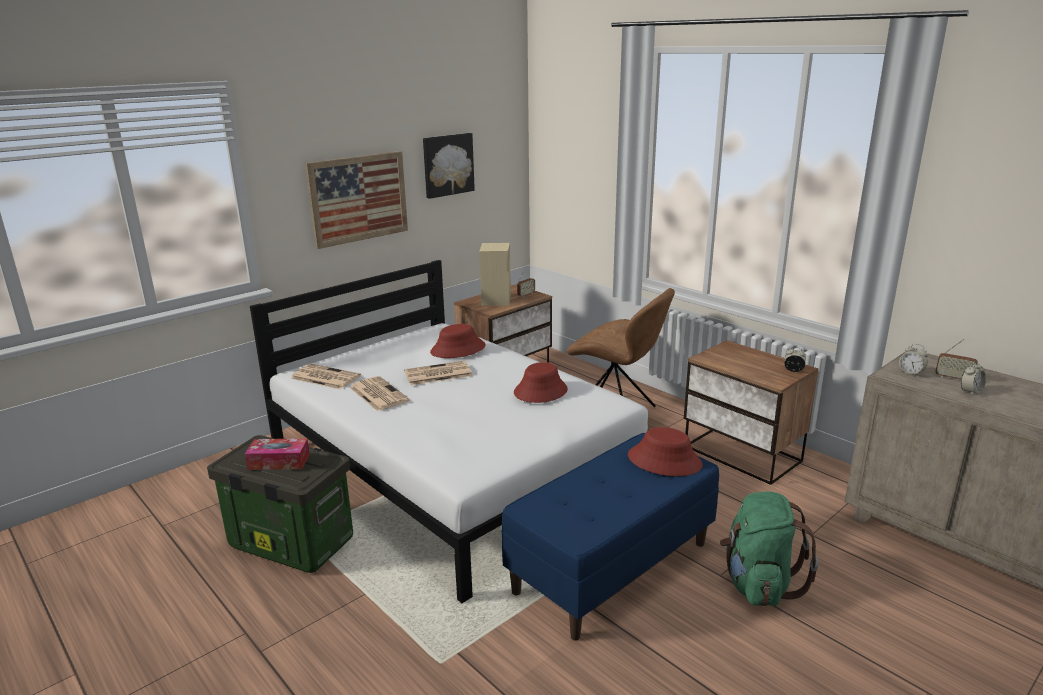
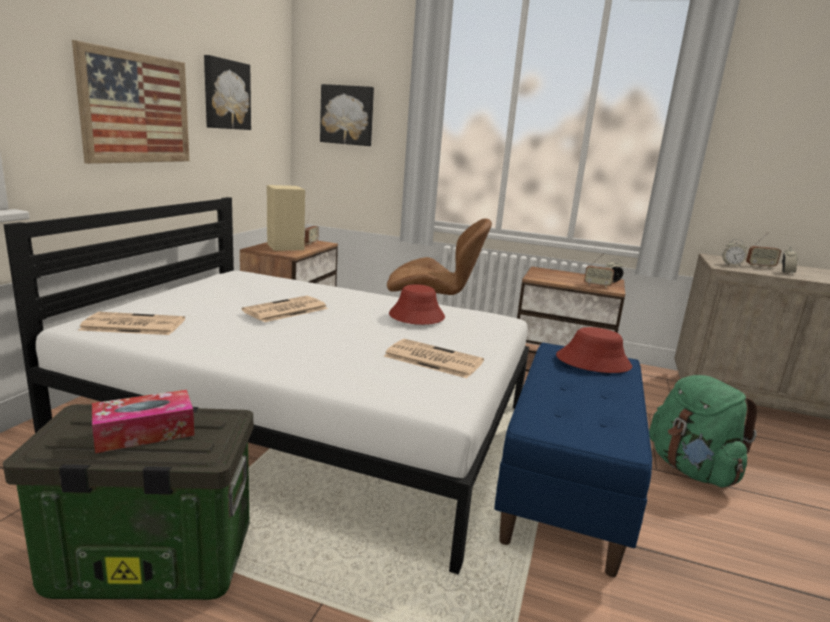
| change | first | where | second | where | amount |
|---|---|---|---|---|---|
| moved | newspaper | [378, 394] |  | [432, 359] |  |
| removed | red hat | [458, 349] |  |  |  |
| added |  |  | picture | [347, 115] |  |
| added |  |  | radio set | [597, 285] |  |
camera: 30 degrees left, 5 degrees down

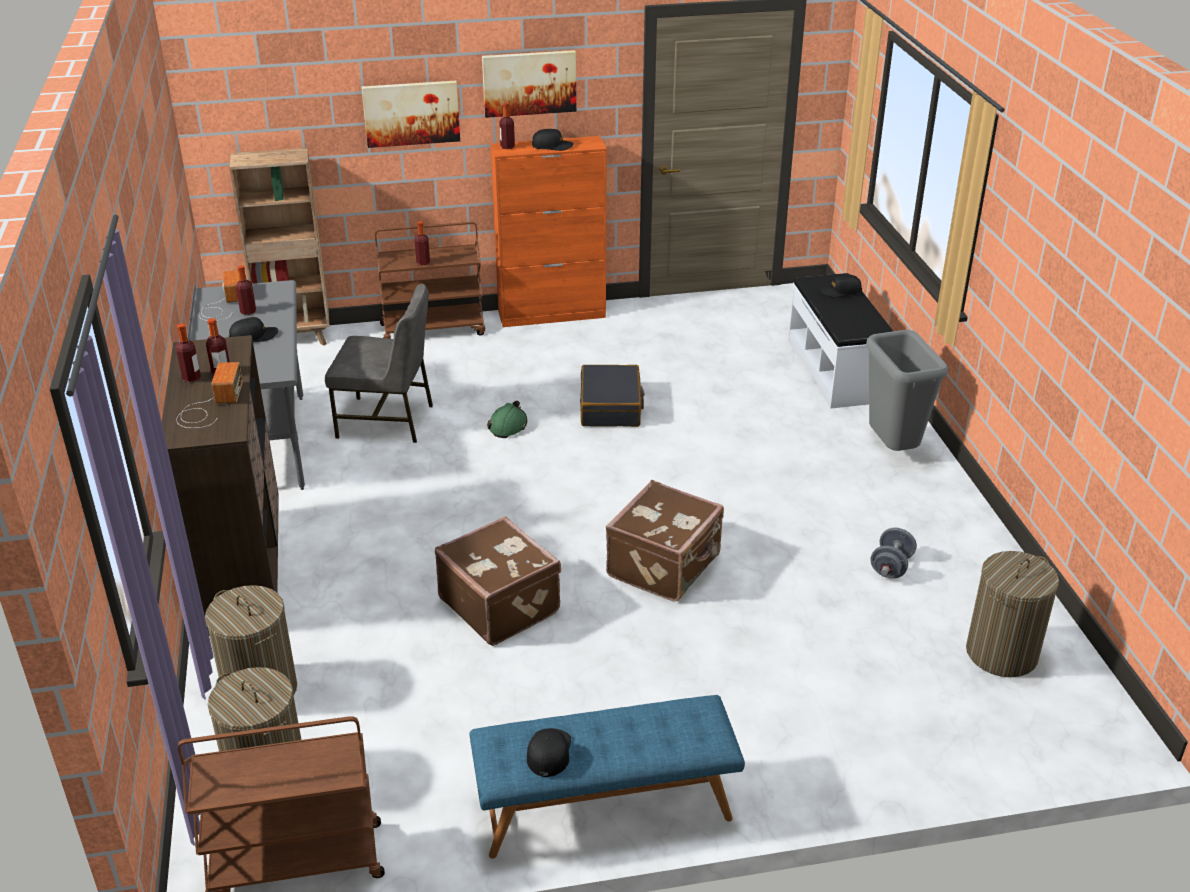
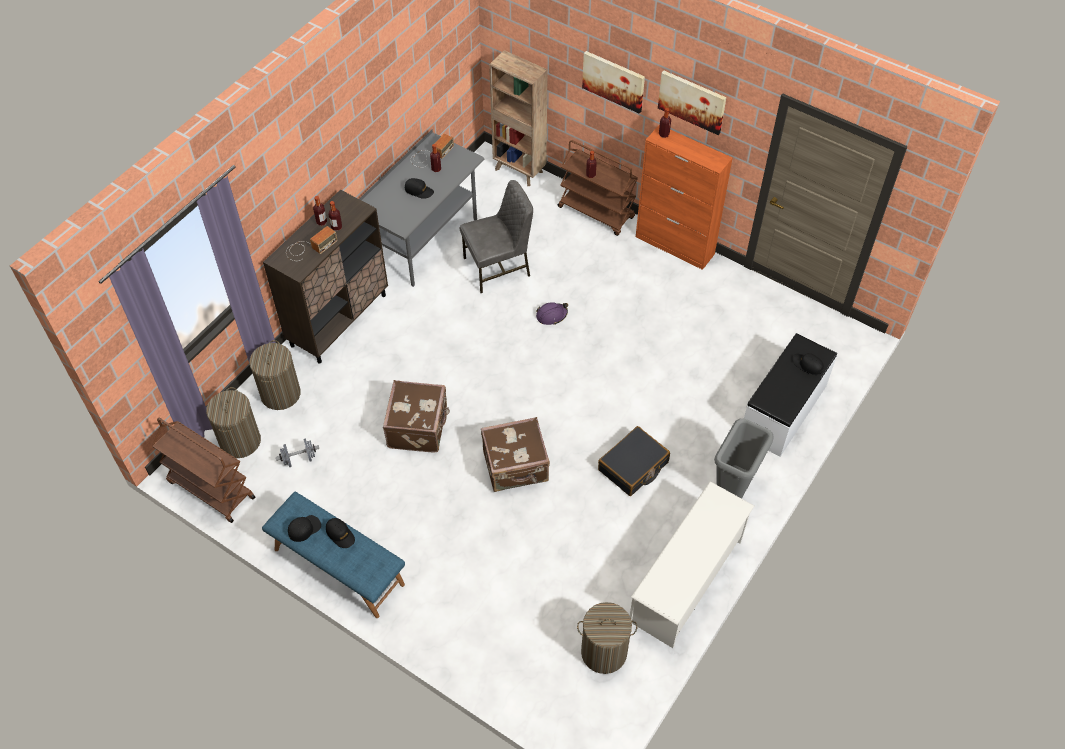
| change | first | where | second | where | amount |
|---|---|---|---|---|---|
| turned | greyish chair | [387, 421] |  | [498, 267] | 75 degrees counterclockwise |
| recoloured | green hard hat | [508, 426] | purple hard hat | [551, 315] |  |
| moved | blackish baseball cap | [552, 146] |  | [340, 534] |  |
| moved | blackish travel case | [611, 407] |  | [633, 466] |  |
| moved | greyish dumbbell | [891, 567] |  | [299, 459] |  |
| added |  |  | white shoe stand | [686, 581] |  |
camera: 45 degrees right, 20 degrees up

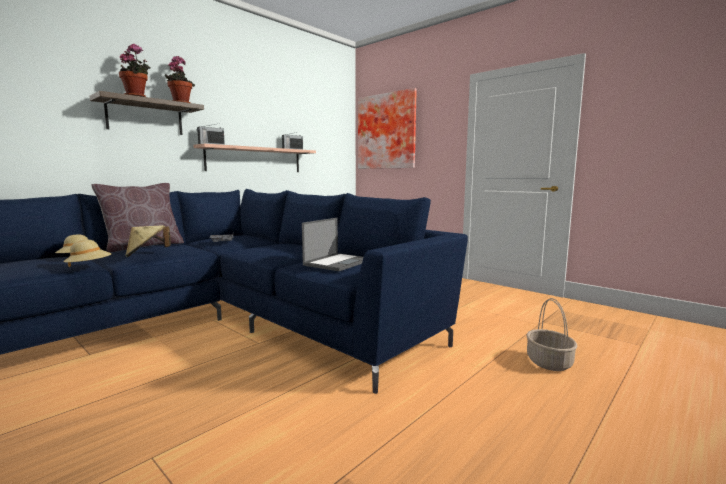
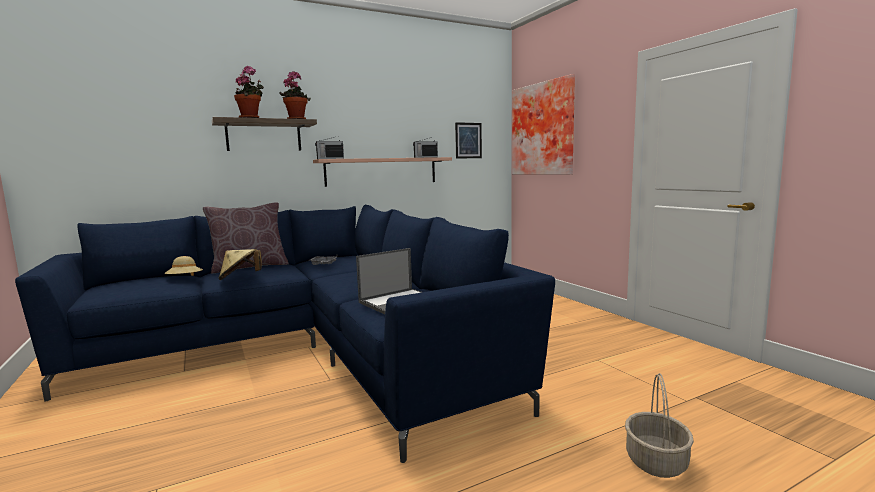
| change | first | where | second | where | amount |
|---|---|---|---|---|---|
| removed | beige hat | [89, 267] |  |  |  |
| added |  |  | picture | [468, 140] |  |
camera: 20 degrees right, 0 degrees up

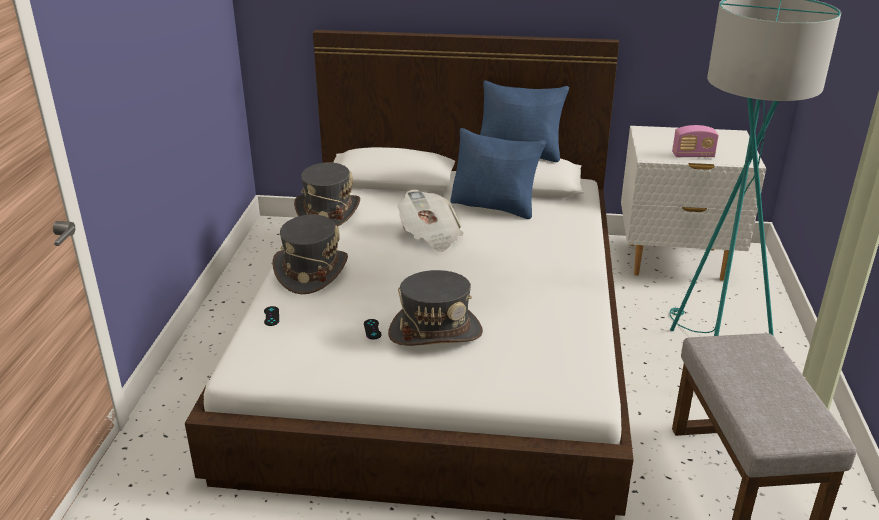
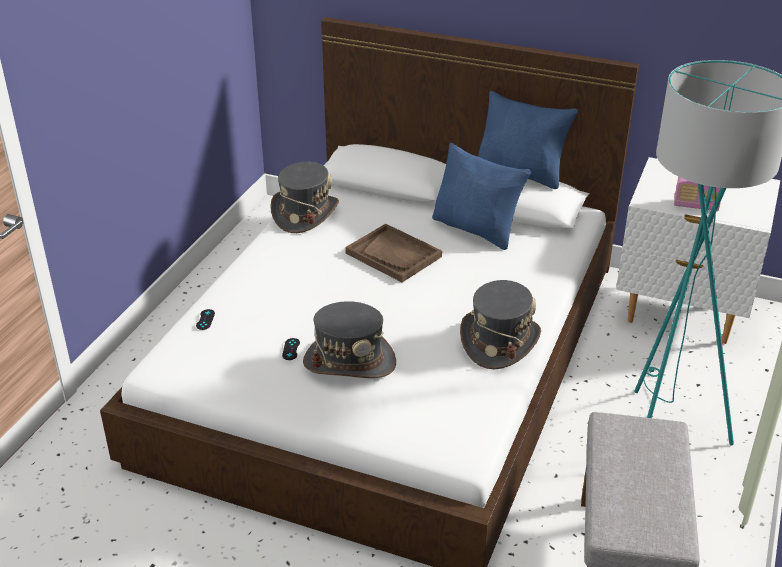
| change | first | where | second | where | amount |
|---|---|---|---|---|---|
| moved | greyish hat | [311, 272] |  | [499, 341] |  |
| replaced | newspaper | [430, 236] | brown serving tray | [394, 255] |  |
camera: 15 degrees right, 5 degrees up

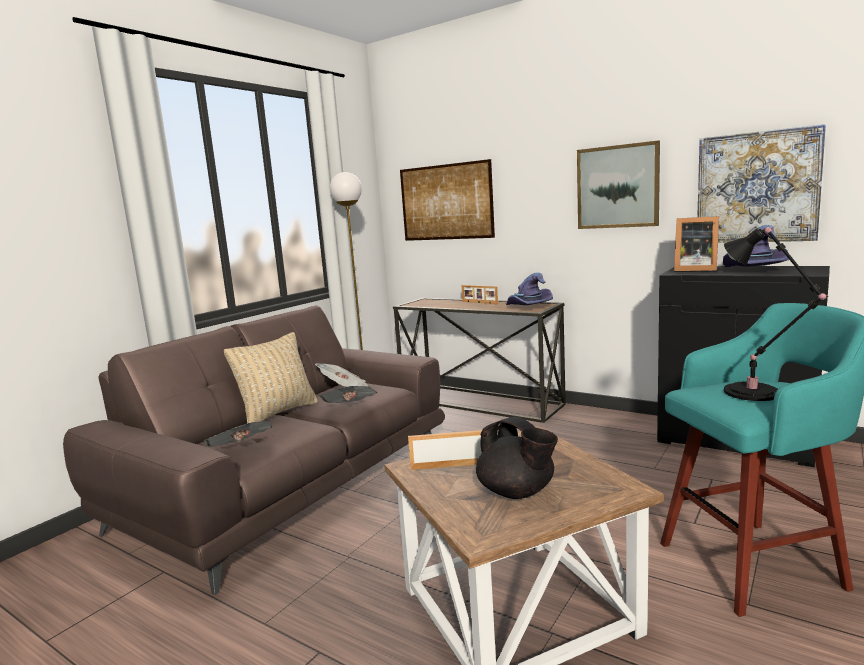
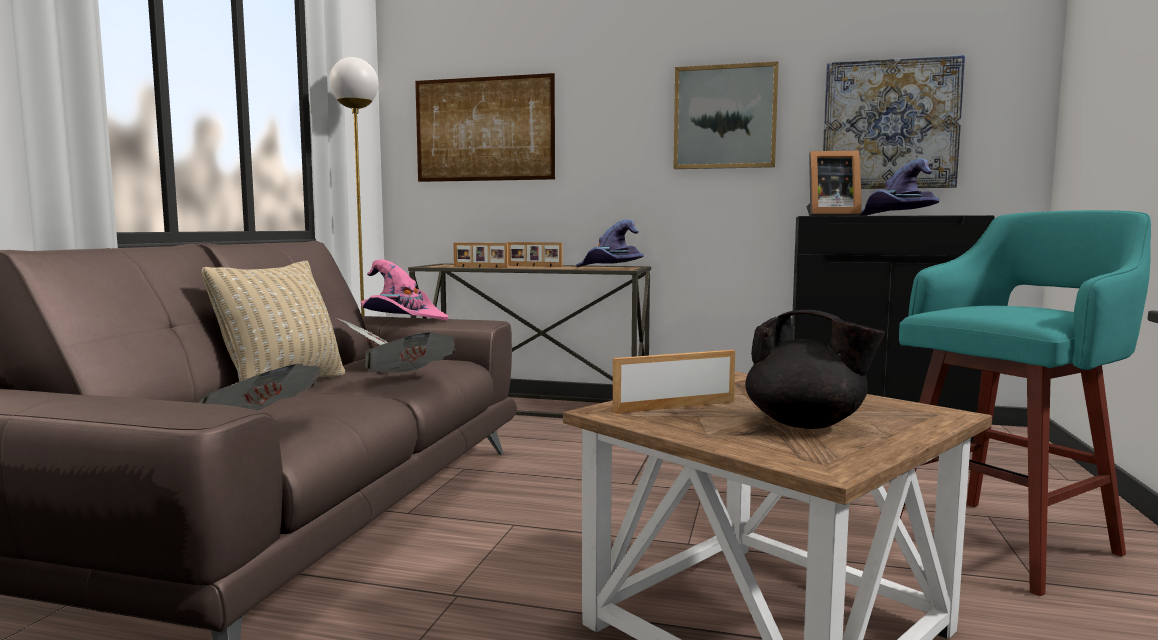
| change | first | where | second | where | amount |
|---|---|---|---|---|---|
| removed | blackish table lamp | [756, 393] |  |  |  |
| added |  |  | pink hat | [403, 318] |  |
| added |  |  | photo frame | [480, 267] |  |
camera: 20 degrees left, 5 degrees down

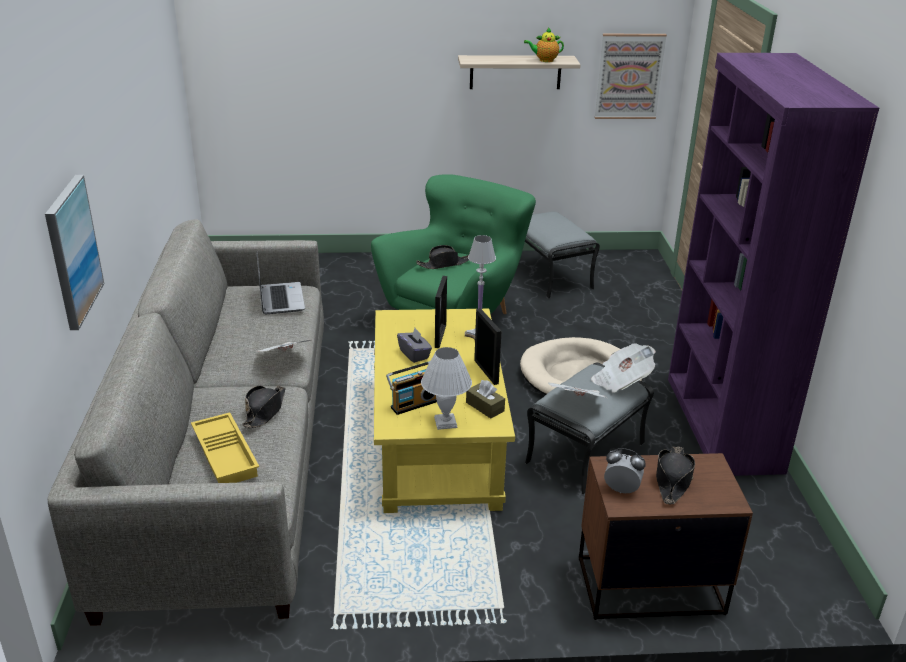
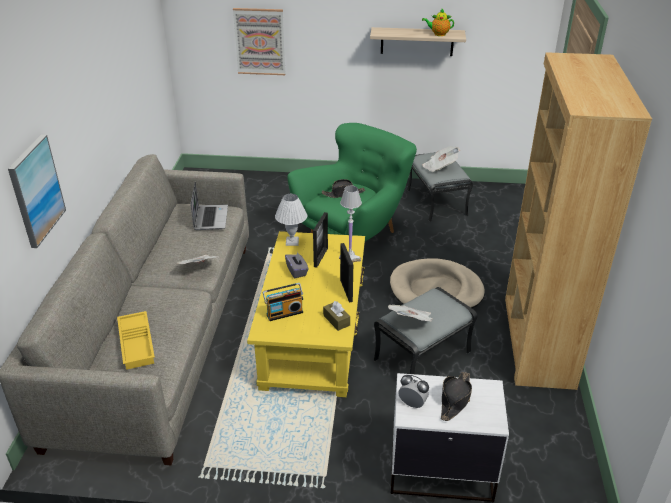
| change | first | where | second | where | amount |
|---|---|---|---|---|---|
| removed | blackish hat | [265, 411] |  |  |  |
| moved | white table lamp | [446, 423] |  | [292, 242] |  |
| recoloured | brown night table | [649, 585] | white night table | [440, 470] |  |
| moved | newspaper | [621, 381] |  | [440, 167] |  |
| moved | picture | [629, 76] |  | [260, 41] |  |
| recoloured | purple bookshelf | [721, 424] | brown bookshelf | [537, 341] |  |
camera: 10 degrees right, 5 degrees up

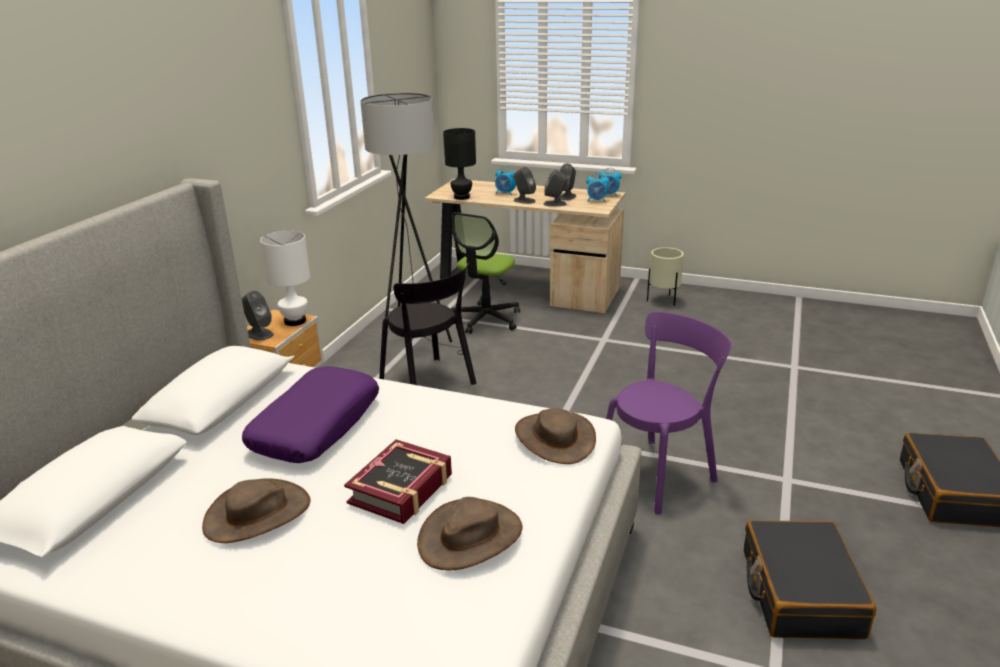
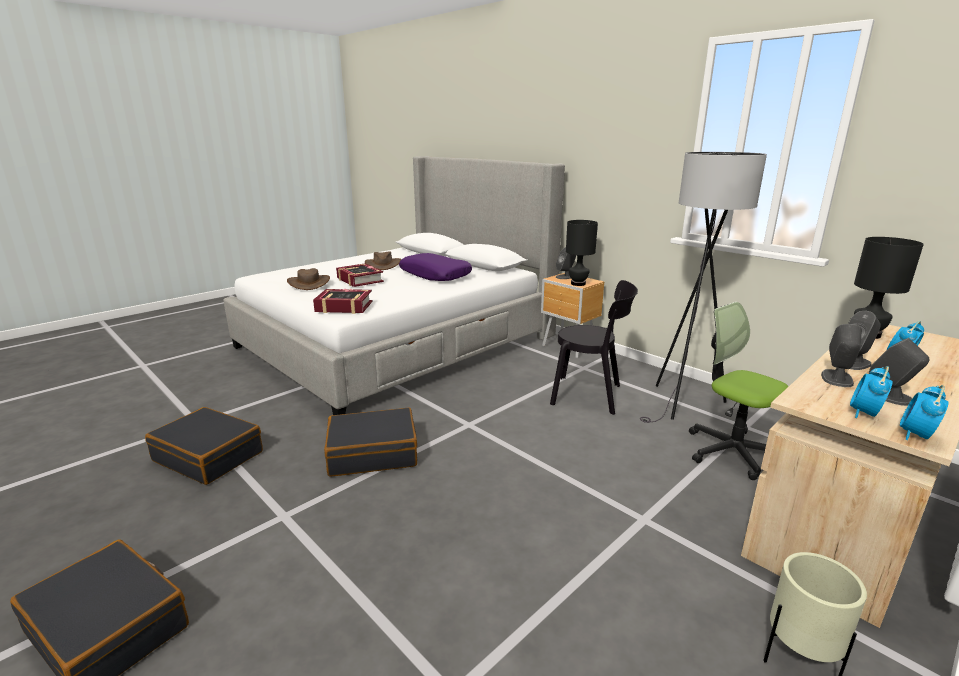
| change | first | where | second | where | amount |
|---|---|---|---|---|---|
| recoloured | white table lamp | [294, 321] | blackish table lamp | [578, 283] |  |
| turned | blackish chair | [429, 384] |  | [590, 395] | 150 degrees counterclockwise |
| replaced | brown hat | [555, 438] | book | [344, 307] |  |
| replaced | purple chair | [659, 473] | blackish travel case | [373, 453] |  |
camera: 115 degrees right, 5 degrees down

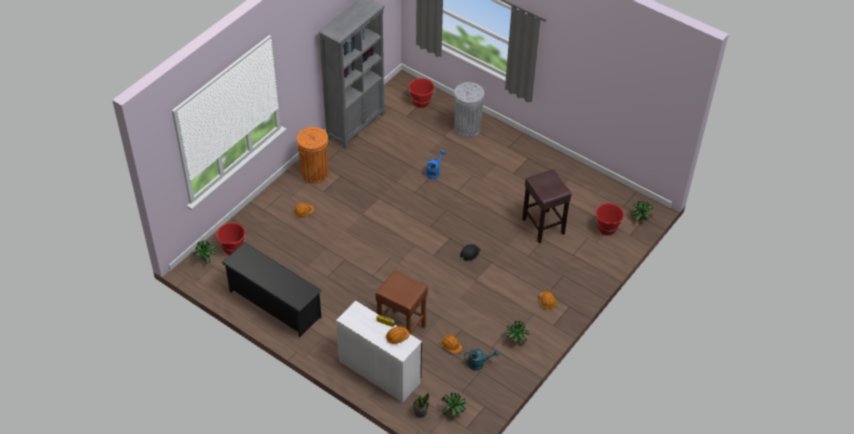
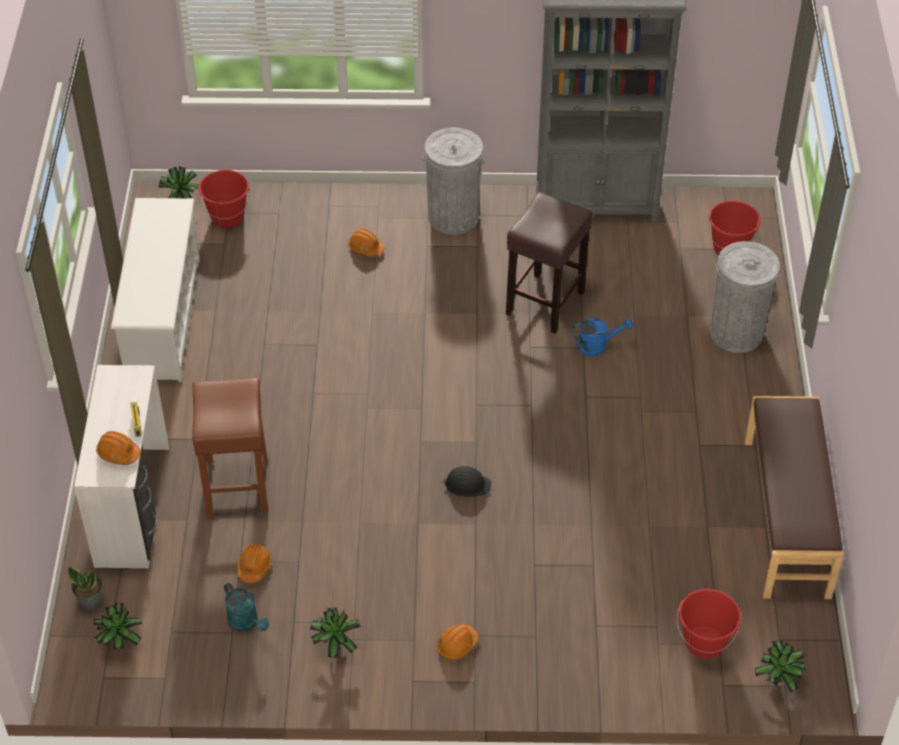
| change | first | where | second | where | amount |
|---|---|---|---|---|---|
| recoloured | blackish shoe stand | [274, 304] | white shoe stand | [163, 317] |  |
| recoloured | orangey trash can | [315, 173] | greyish trash can | [453, 217] |  |
| moved | brown sitting stool | [542, 226] |  | [545, 302] |  |
| added |  |  | brown bench | [787, 517] |  |
camera: 55 degrees right, 0 degrees up

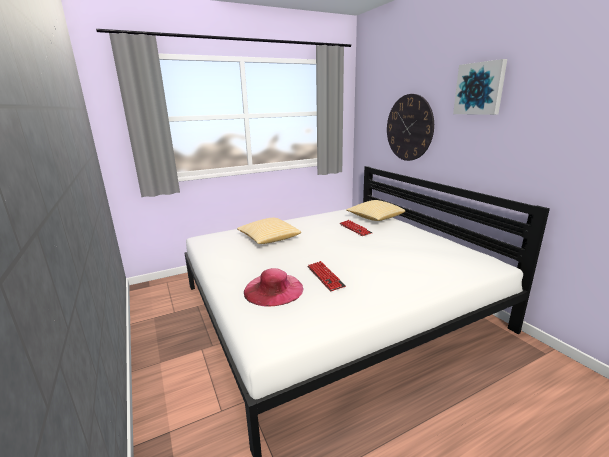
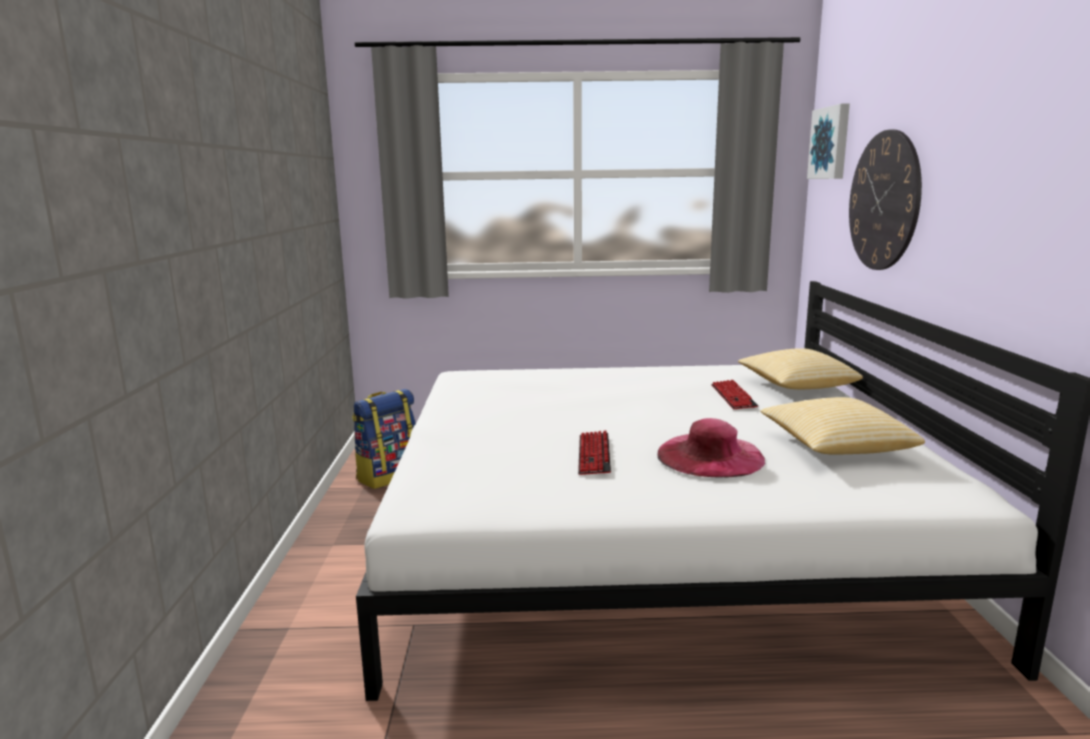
| change | first | where | second | where | amount |
|---|---|---|---|---|---|
| moved | cushion | [268, 239] |  | [834, 447] |  |
| moved | pink hat | [273, 289] |  | [710, 456] |  |
| moved | picture | [480, 88] |  | [831, 143] |  |
| added |  |  | knapsack | [389, 476] |  |
camera: 25 degrees right, 5 degrees down

